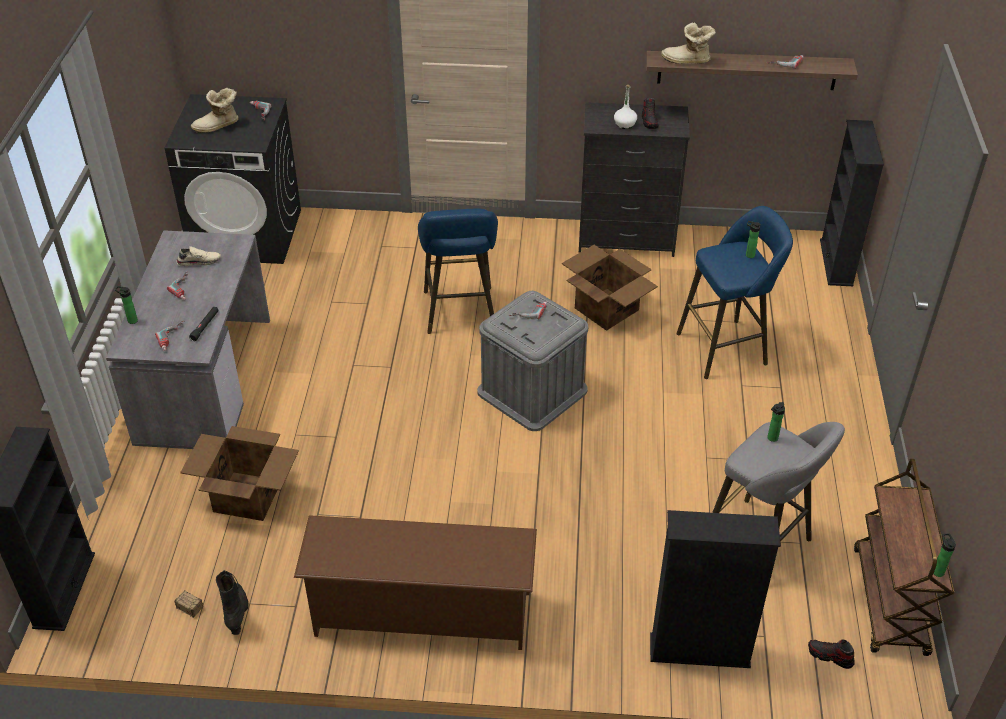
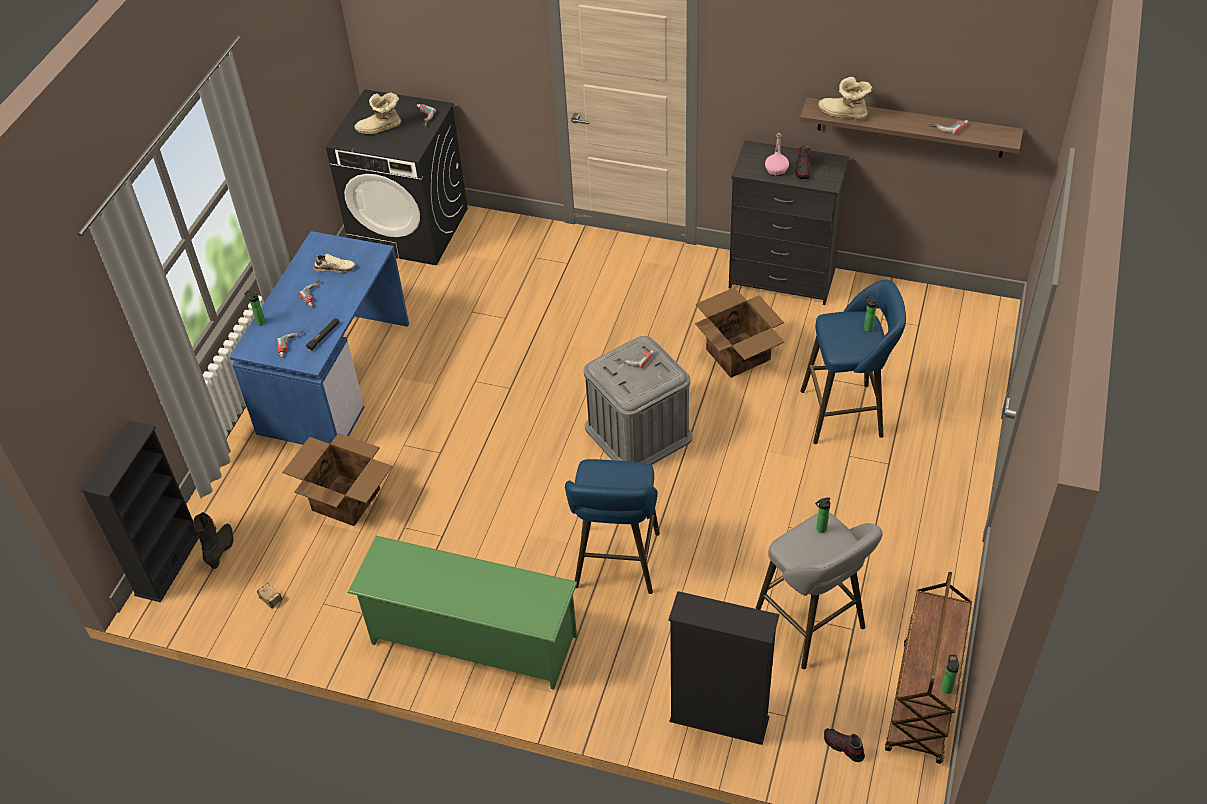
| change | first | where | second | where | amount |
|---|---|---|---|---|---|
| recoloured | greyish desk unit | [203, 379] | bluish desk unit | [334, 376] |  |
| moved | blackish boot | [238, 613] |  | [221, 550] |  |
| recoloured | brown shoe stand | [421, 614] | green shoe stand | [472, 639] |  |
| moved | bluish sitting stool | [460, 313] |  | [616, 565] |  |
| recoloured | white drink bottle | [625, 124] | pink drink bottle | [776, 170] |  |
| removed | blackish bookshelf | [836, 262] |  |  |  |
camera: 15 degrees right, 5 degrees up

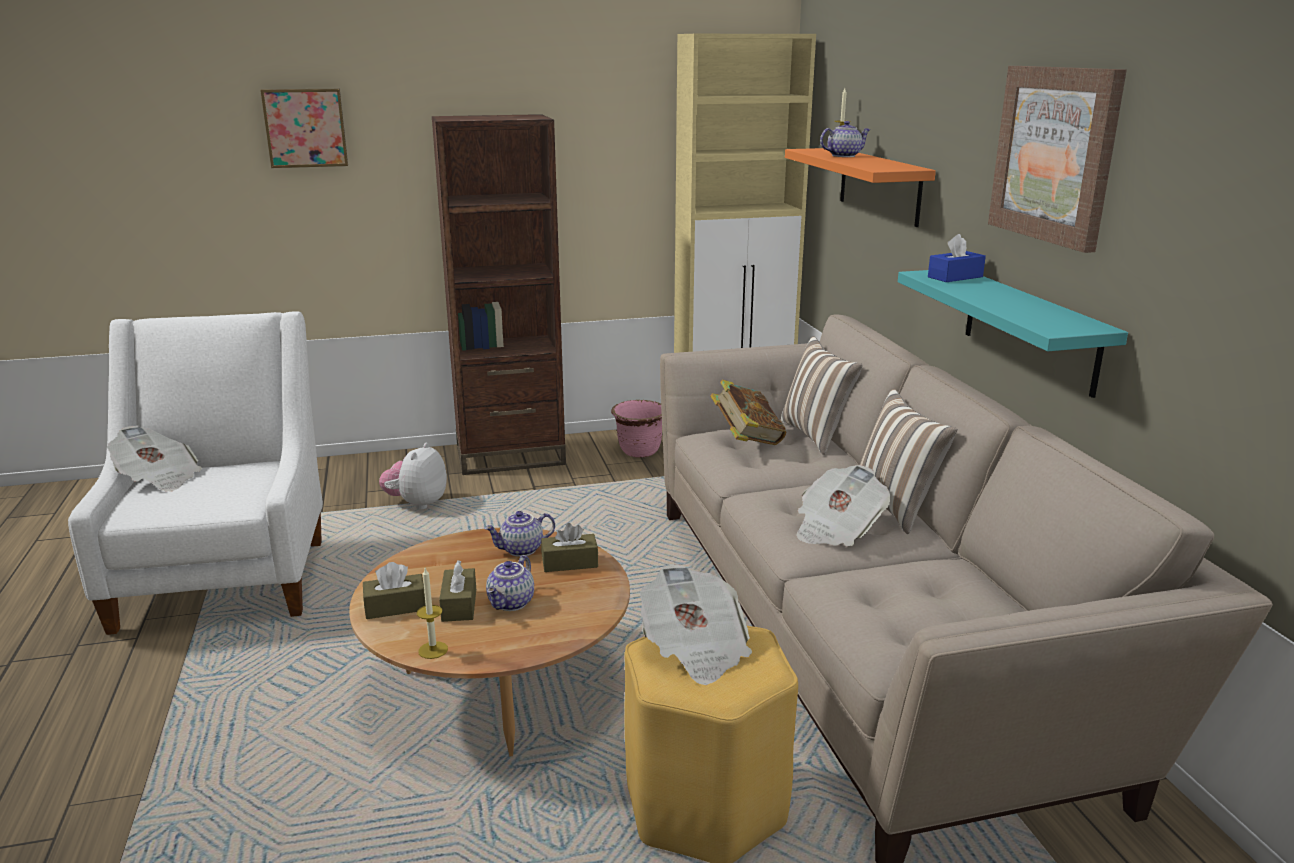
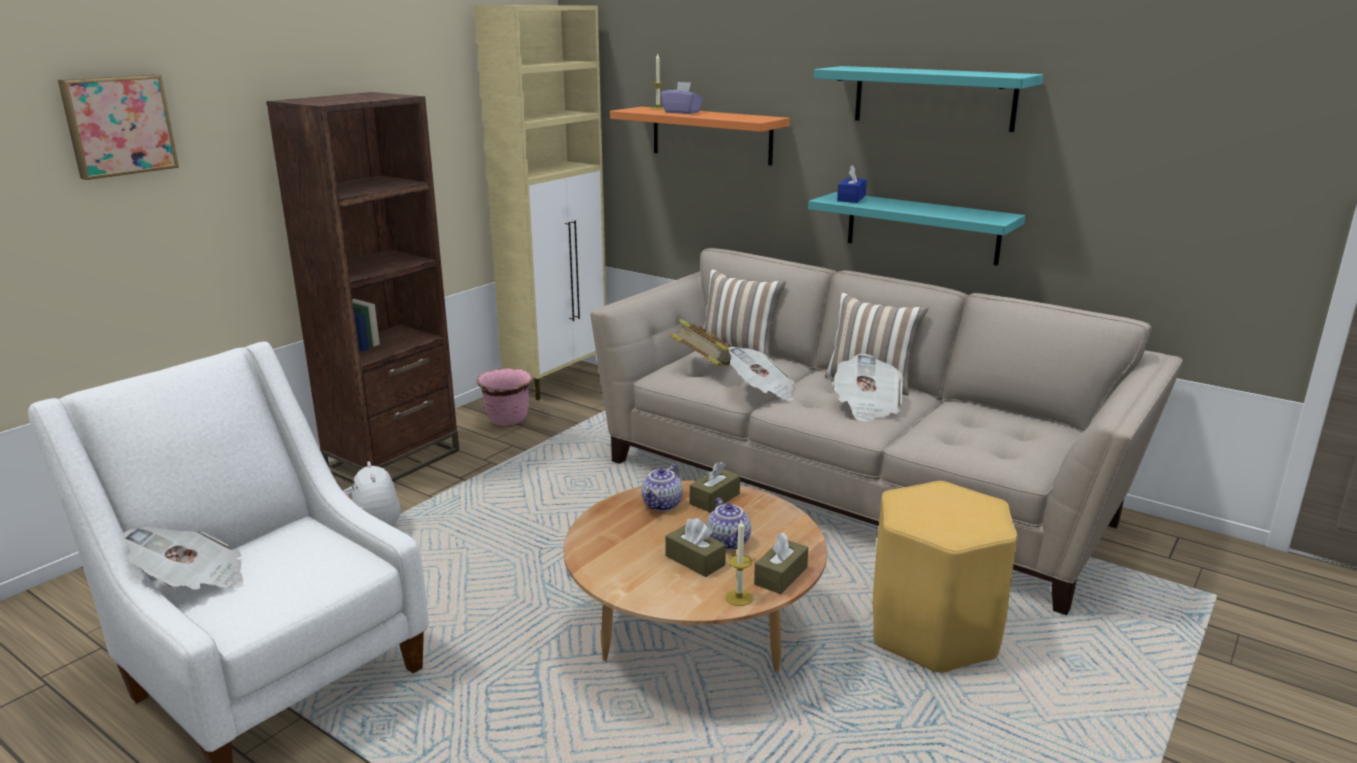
| change | first | where | second | where | amount |
|---|---|---|---|---|---|
| moved | brown box of tissues | [395, 607] |  | [781, 576] |  |
| moved | newspaper | [695, 649] |  | [762, 391] |  |
| replaced | tea pot | [843, 156] | purple box of tissues | [682, 112] |  |
| replaced | picture | [1055, 154] | blue-green shelf | [933, 98] |  |
camera: 40 degrees left, 0 degrees up

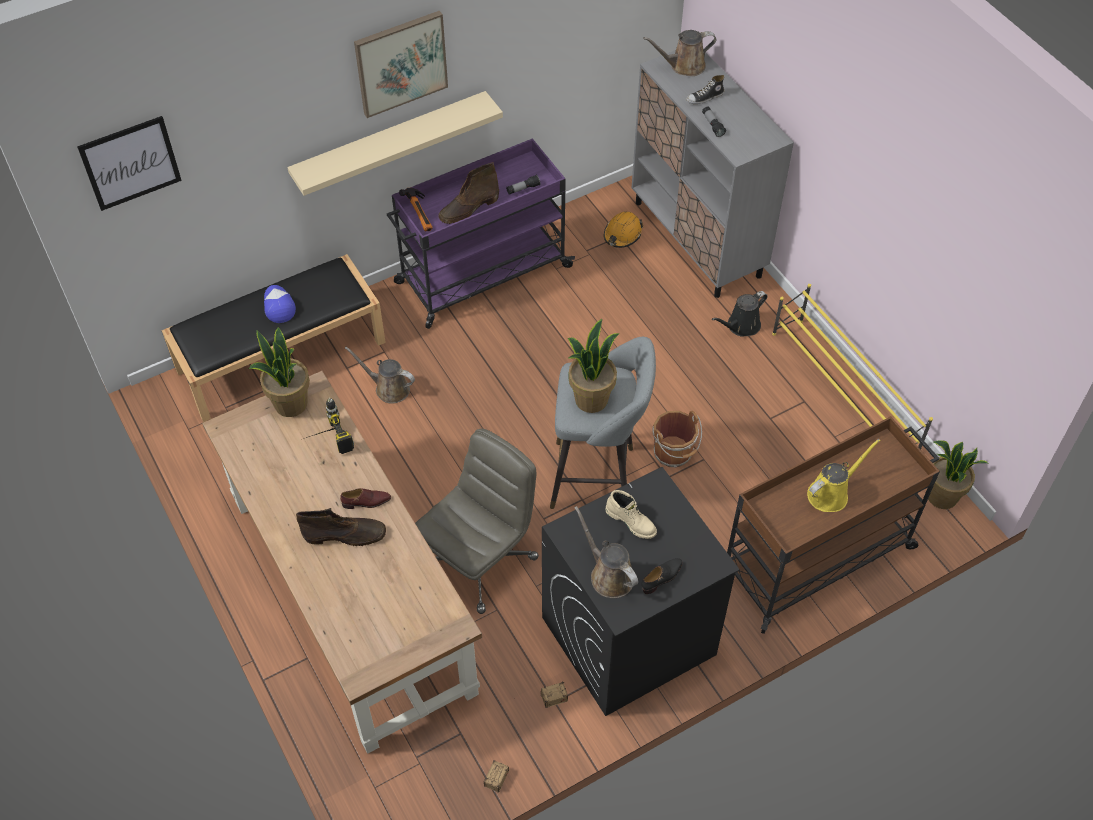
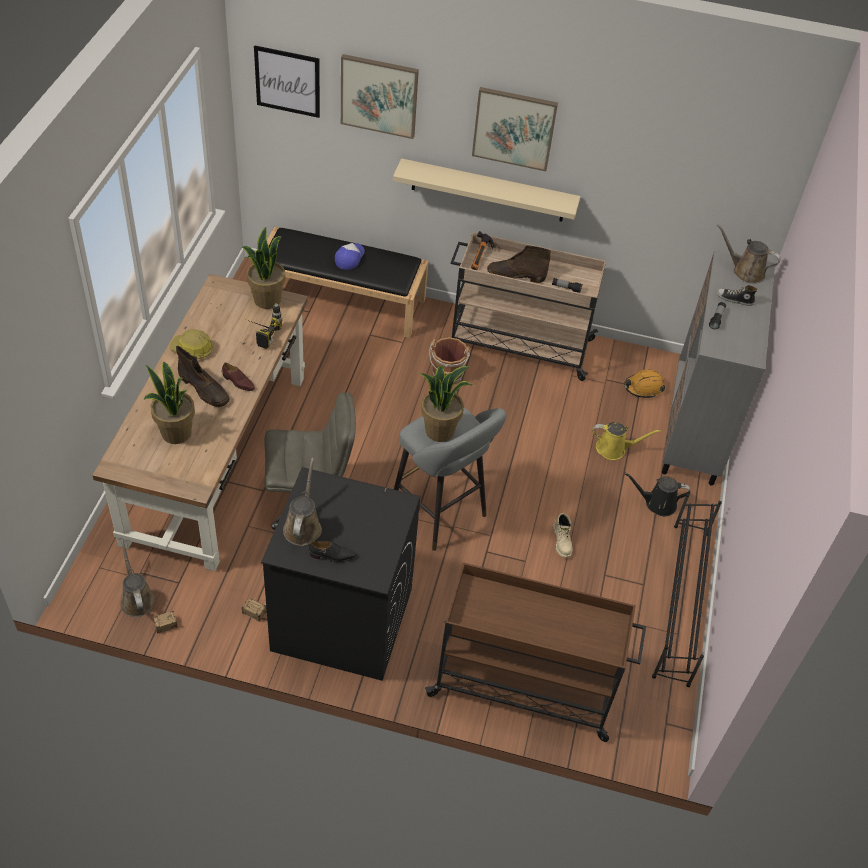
| change | first | where | second | where | amount |
|---|---|---|---|---|---|
| moved | brown watering can | [389, 388] |  | [137, 599] |  |
| recoloured | purple trolley | [481, 275] | beige trolley | [517, 344] |  |
| moved | beige boot | [631, 521] |  | [562, 541] |  |
| moved | brown pail | [674, 453] |  | [447, 375] |  |
| recoloured | yellow-coloured shoe stand | [843, 392] | blackish shoe stand | [680, 602] |  |
| moved | yellow-coloured watering can | [831, 493] |  | [614, 449] |  |
| moved | houseplant | [941, 497] |  | [175, 433] |  |
| added |  |  | hard hat | [192, 350] |  |
| added |  |  | picture | [379, 95] |  |
camera: 40 degrees right, 5 degrees down

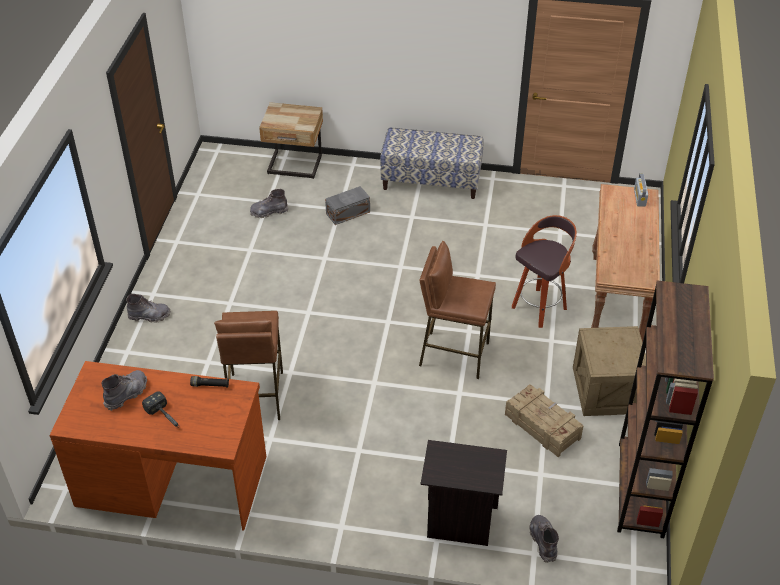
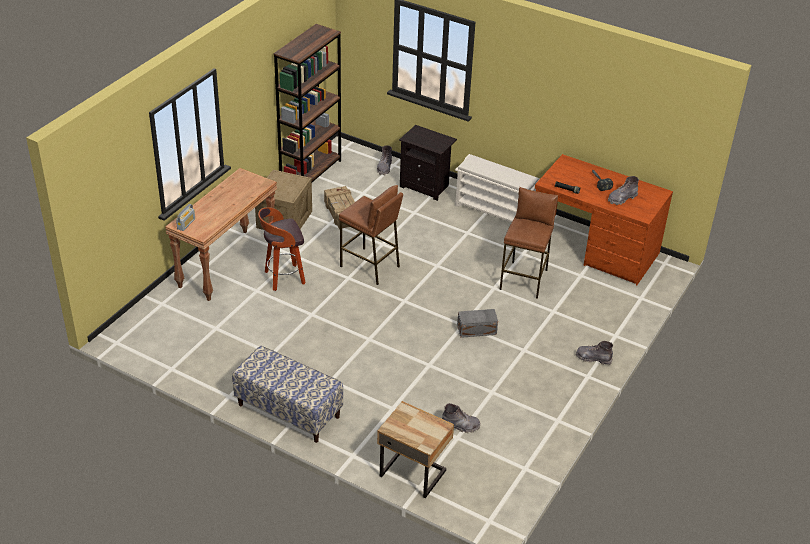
| change | first | where | second | where | amount |
|---|---|---|---|---|---|
| moved | greyish storage box | [347, 212] |  | [477, 330] |  |
| added |  |  | white shoe stand | [495, 211] |  |
camera: 160 degrees left, 5 degrees down

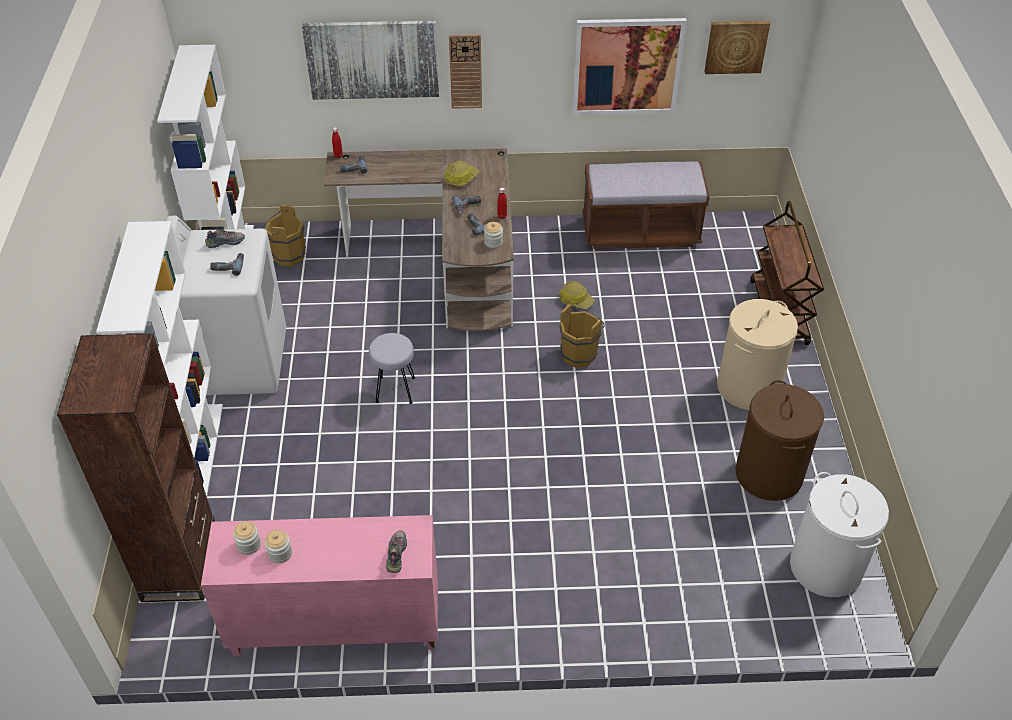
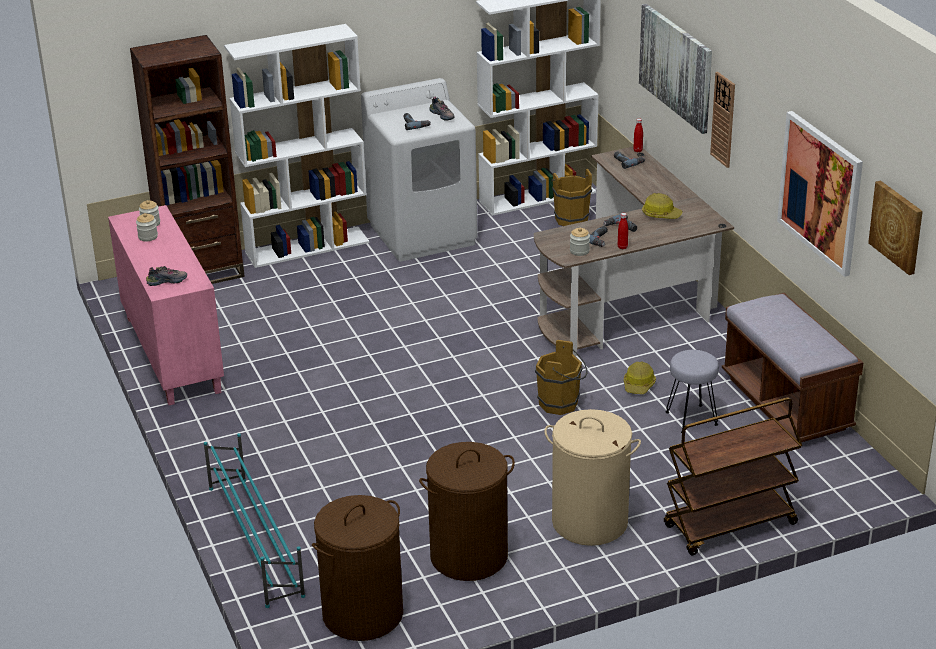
| change | first | where | second | where | amount |
|---|---|---|---|---|---|
| moved | greyish sitting stool | [395, 390] |  | [690, 419] |  |
| recoloured | white washing basket | [825, 567] | brown washing basket | [362, 614] |  |
| added |  |  | blue-green shoe stand | [255, 540] |  |
camera: 70 degrees right, 15 degrees down

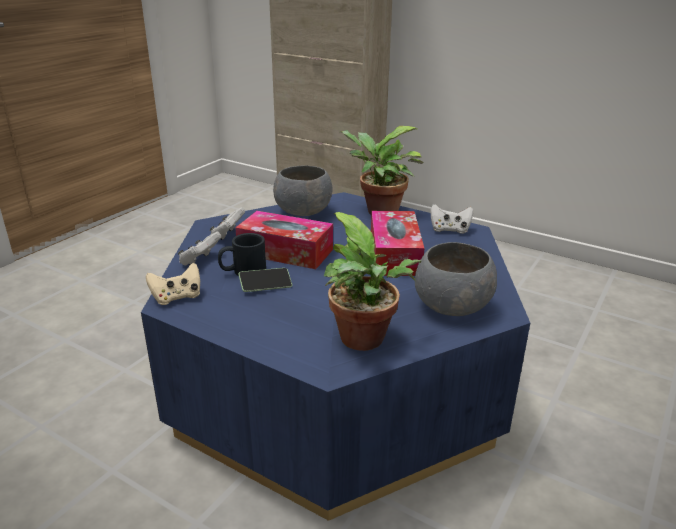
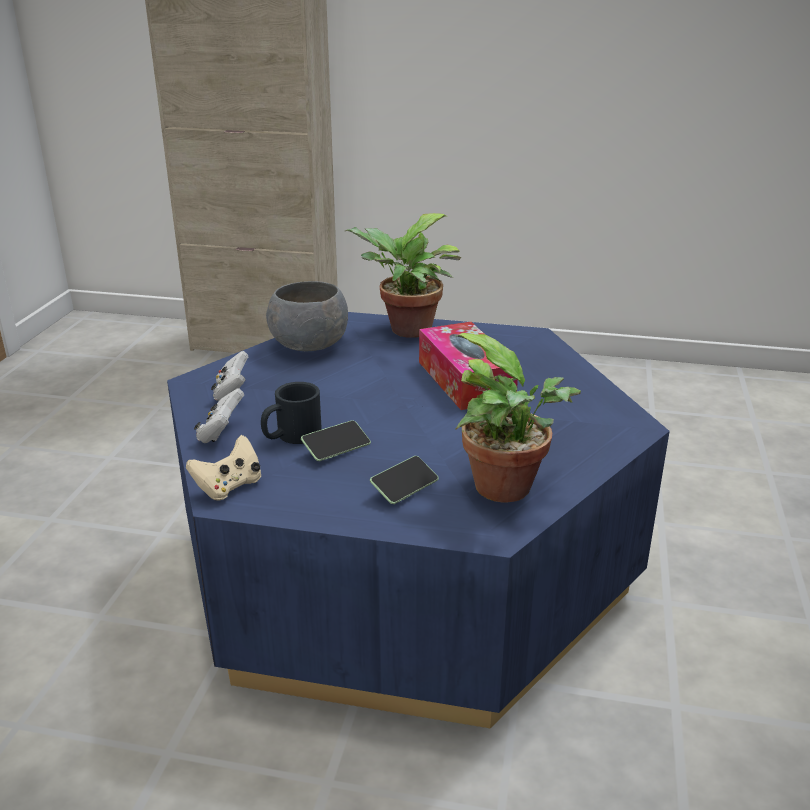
| change | first | where | second | where | amount |
|---|---|---|---|---|---|
| removed | box of tissues | [285, 251] |  |  |  |
| removed | greyish bowl | [450, 306] |  |  |  |
| removed | white game controller | [449, 230] |  |  |  |
| added |  |  | handset | [404, 488] |  |
camera: 20 degrees left, 0 degrees up

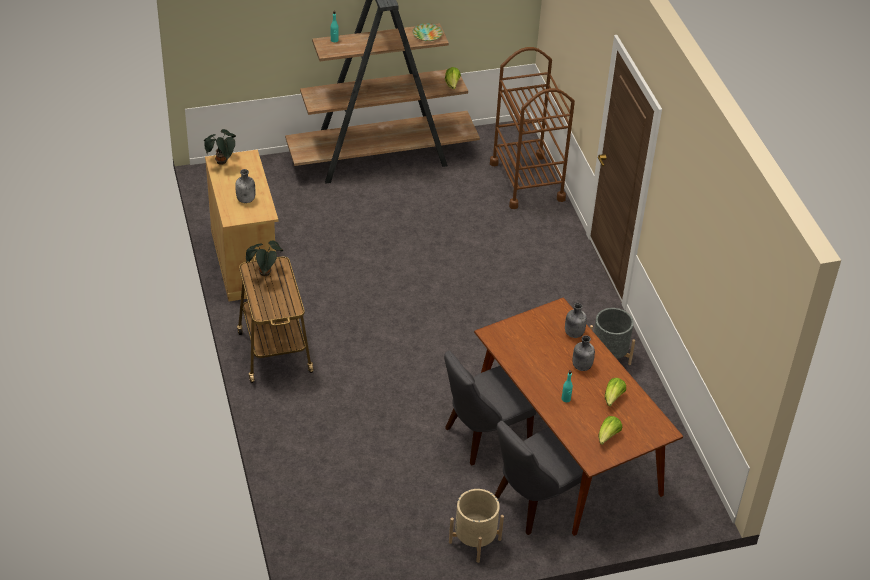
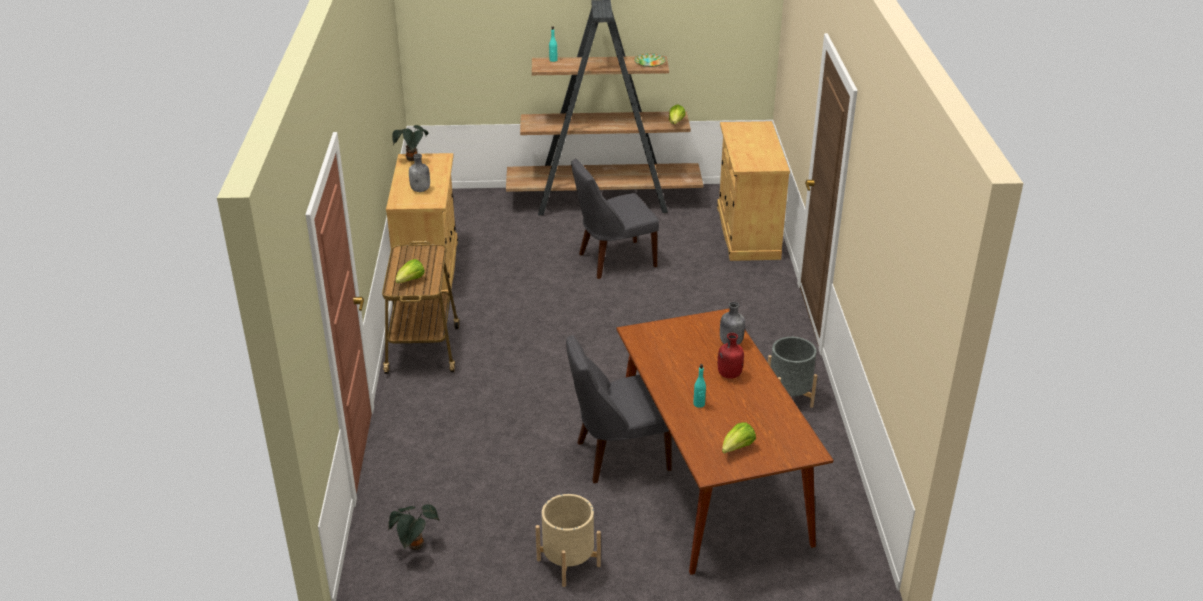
| change | first | where | second | where | amount |
|---|---|---|---|---|---|
| moved | houseplant | [265, 274] |  | [415, 547] |  |
| replaced | brown trolley | [527, 181] | beige cupboard | [747, 232] |  |
| moved | greyish chair | [534, 502] |  | [613, 260] |  |
| recoloured | greyish drink bottle | [581, 366] | red drink bottle | [729, 374] |  |
| moved | head of lettuce | [613, 398] |  | [410, 281] |  |
camera: 15 degrees right, 10 degrees down

